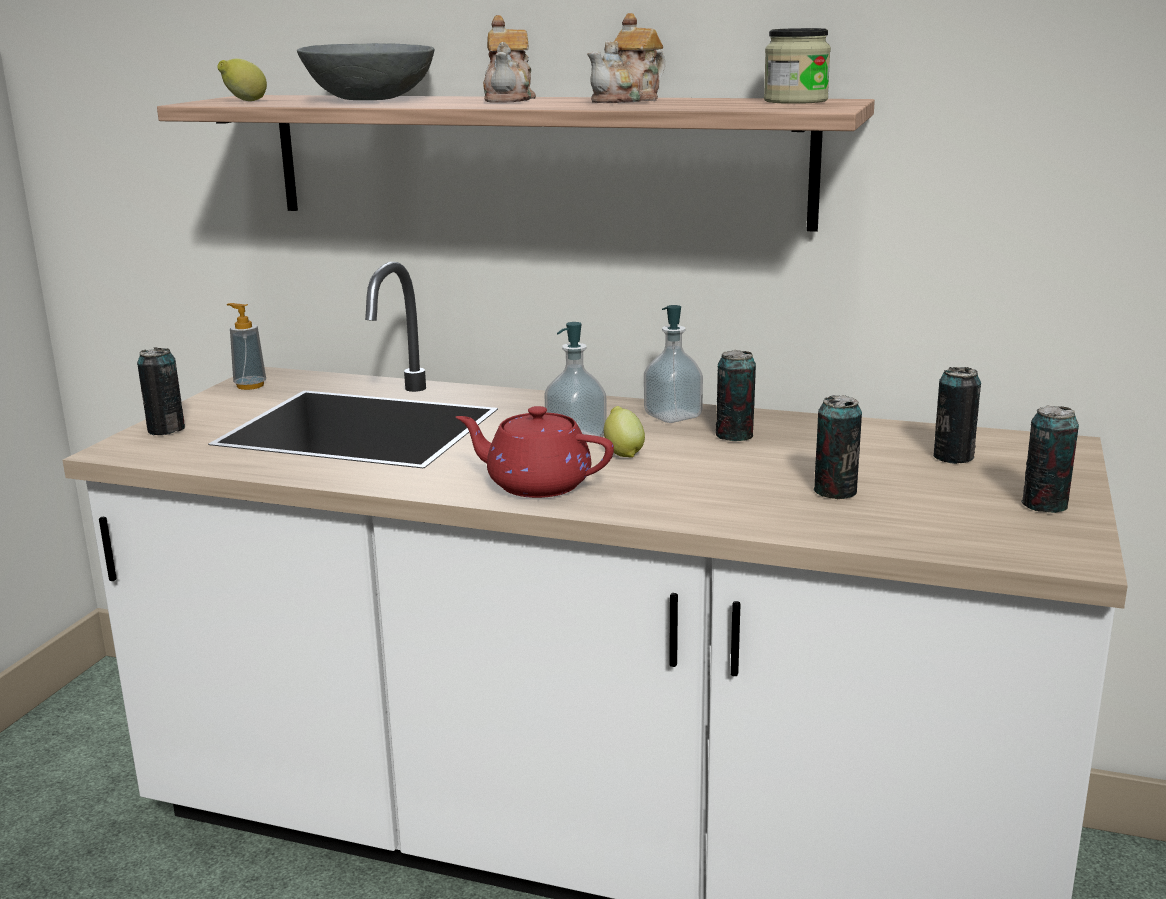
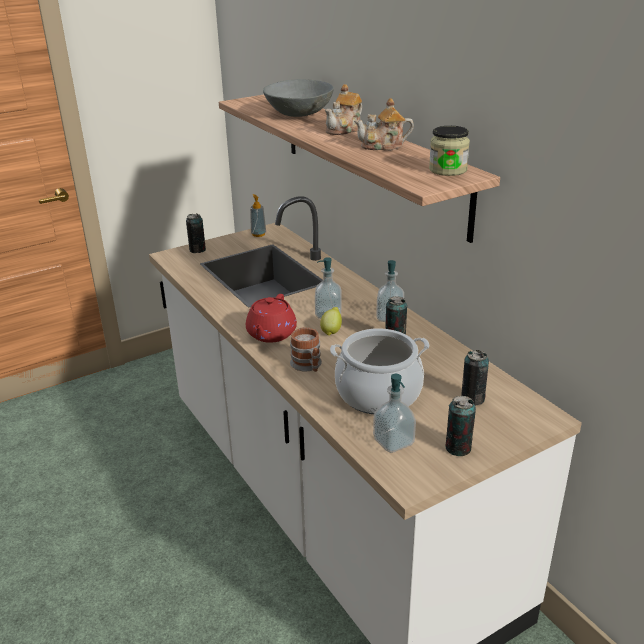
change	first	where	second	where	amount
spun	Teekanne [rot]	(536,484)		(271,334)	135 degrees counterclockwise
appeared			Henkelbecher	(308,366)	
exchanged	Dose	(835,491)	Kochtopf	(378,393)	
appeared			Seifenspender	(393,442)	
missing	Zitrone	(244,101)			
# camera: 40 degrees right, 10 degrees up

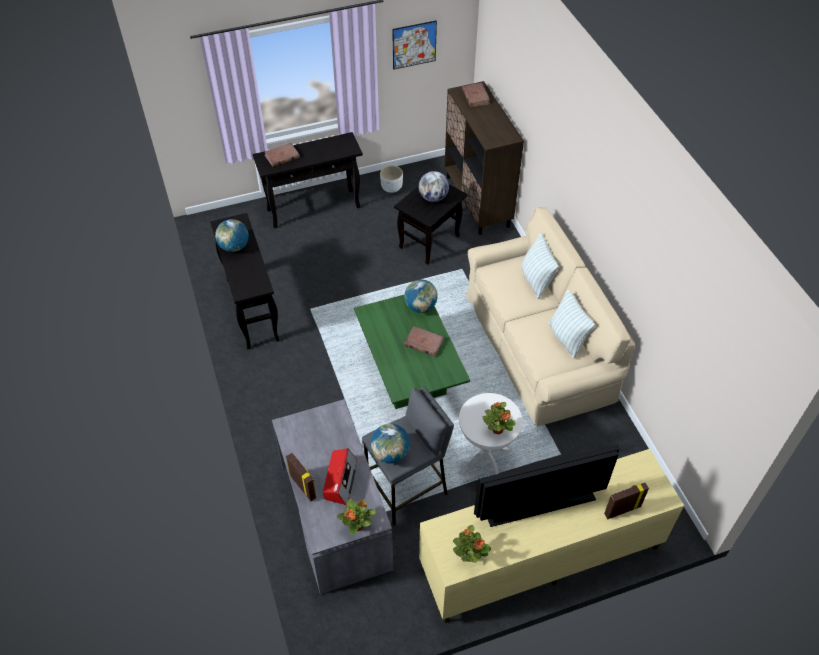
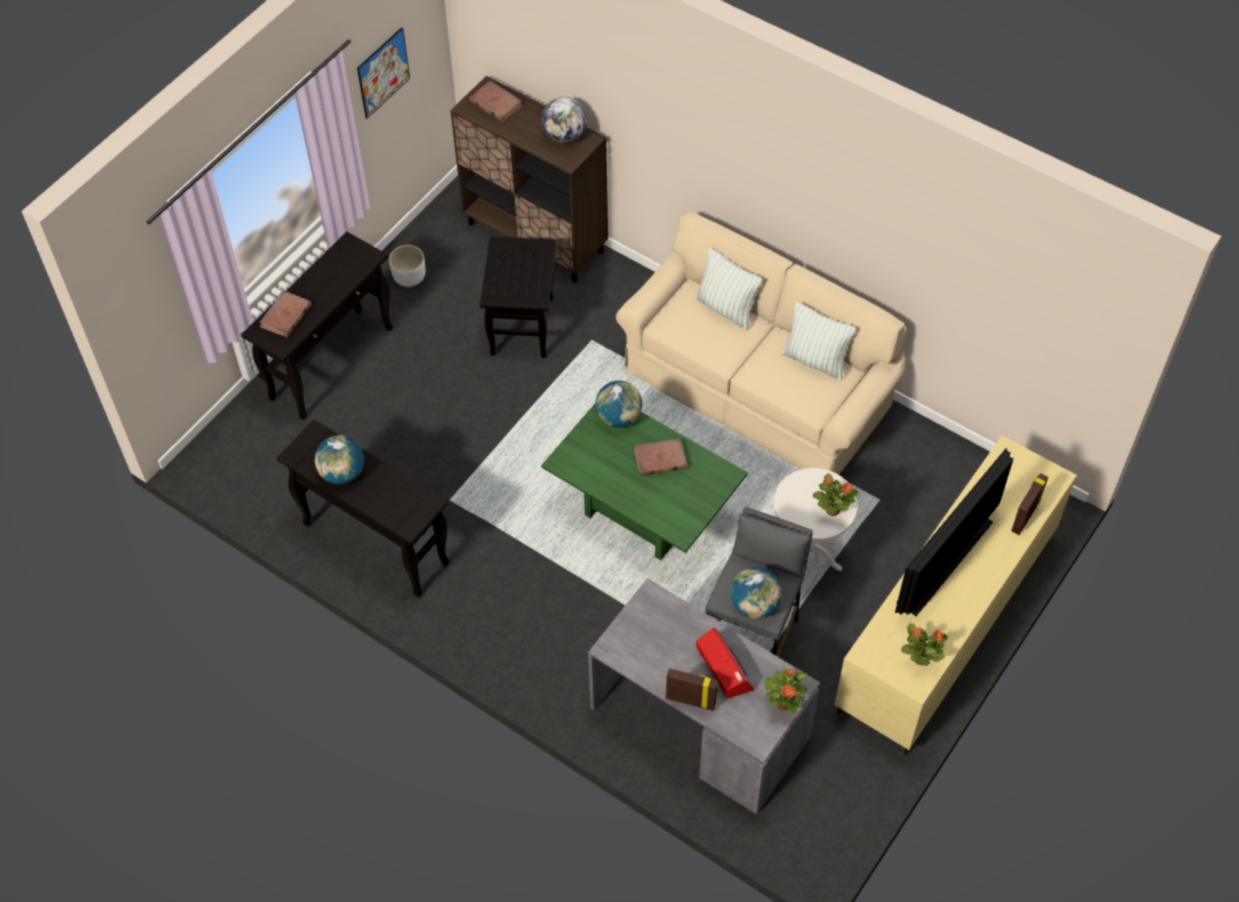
change	first	where	second	where	amount
relocated	Globus	(433,197)		(565,135)	
# camera: 35 degrees left, 5 degrees up

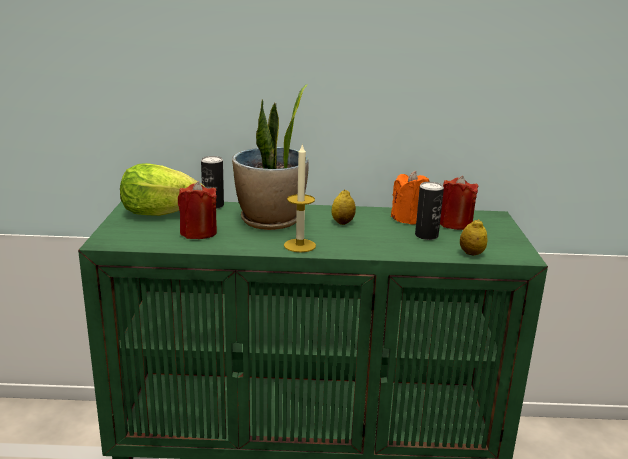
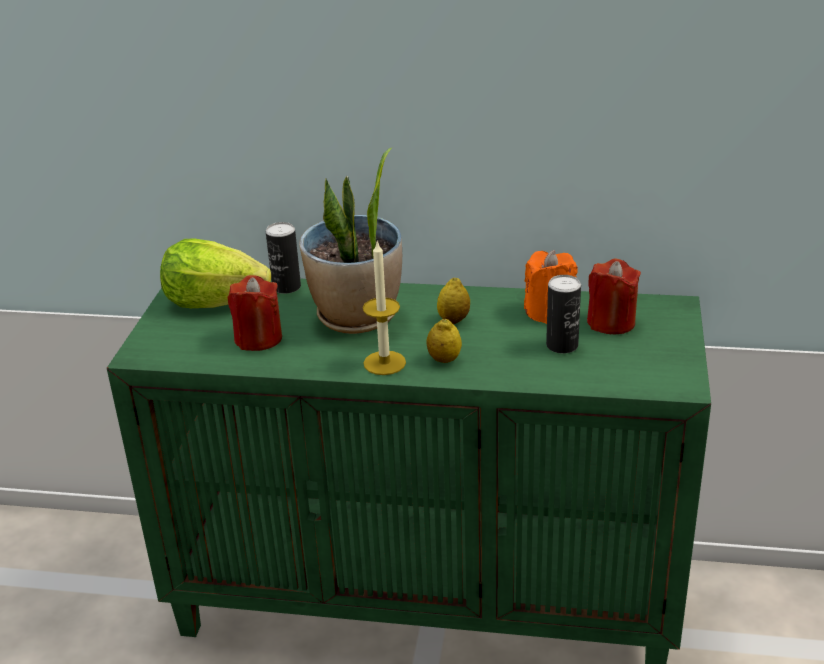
change	first	where	second	where	amount
relocated	Zitrone	(471,254)		(444,359)	
# camera: 10 degrees right, 10 degrees up

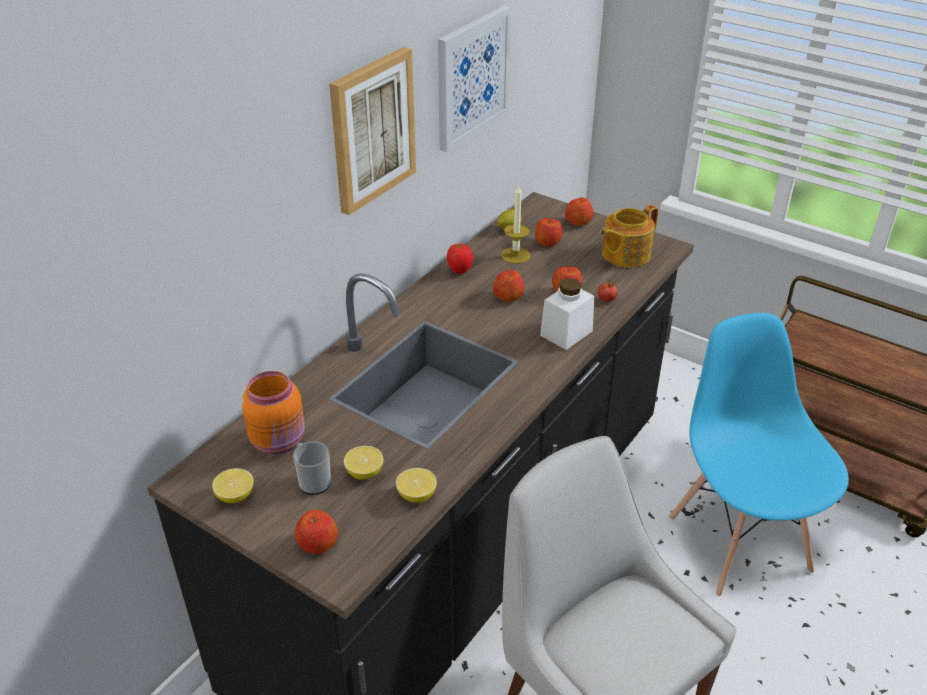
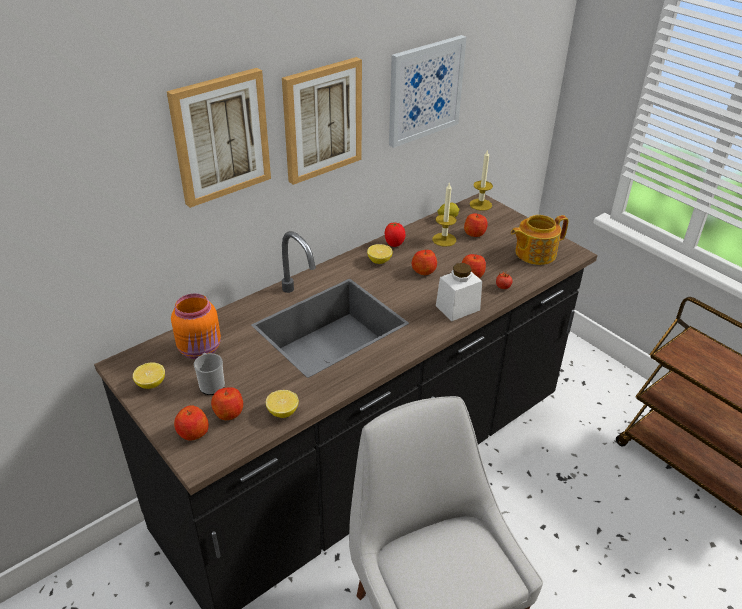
change	first	where	second	where	amount
appeared			Bild	(220,137)	
relocated	Apfel	(578,222)		(228,412)	
relocated	Zitrone	(364,472)		(379,261)	
appeared			Kerze	(480,204)	
missing	Stuhl [blau]	(739,542)			
# camera: 15 degrees right, 0 degrees up

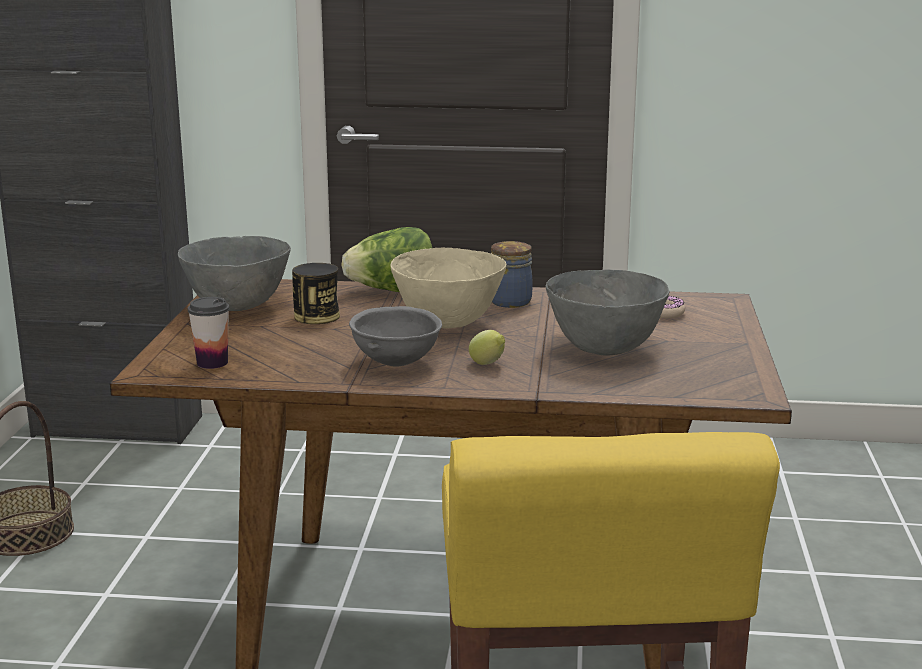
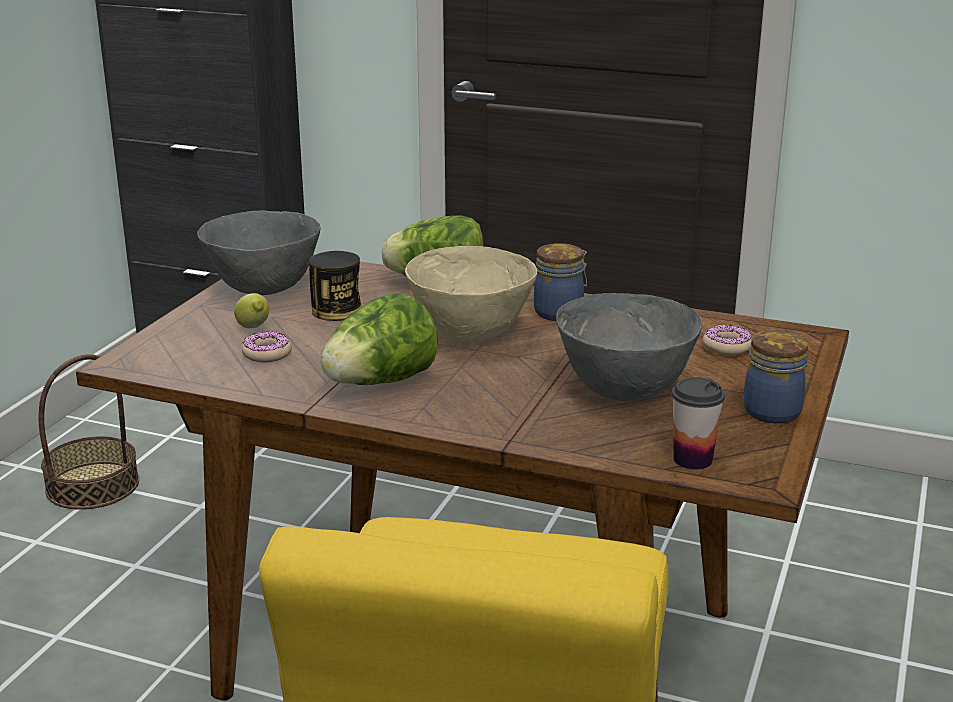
change	first	where	second	where	amount
relocated	Zitrone	(488,364)		(254,328)	
appeared			Donut	(267,354)	
exchanged	Schüssel [grau]	(397,363)	Salatkopf	(380,382)	
relocated	Tasse	(212,363)		(692,459)	
appeared			Vorratsglas	(772,410)	
# camera: 15 degrees right, 5 degrees up

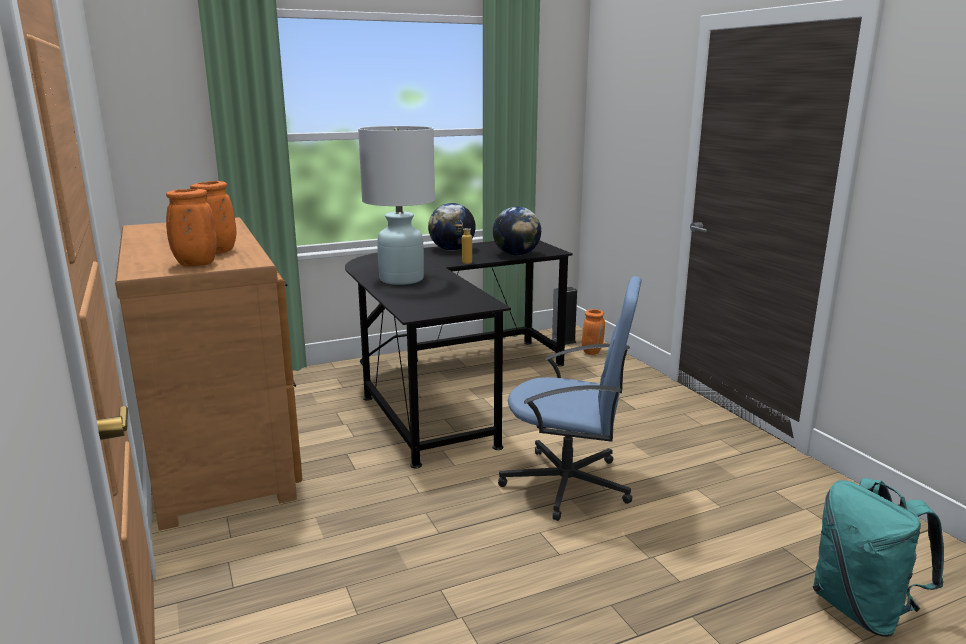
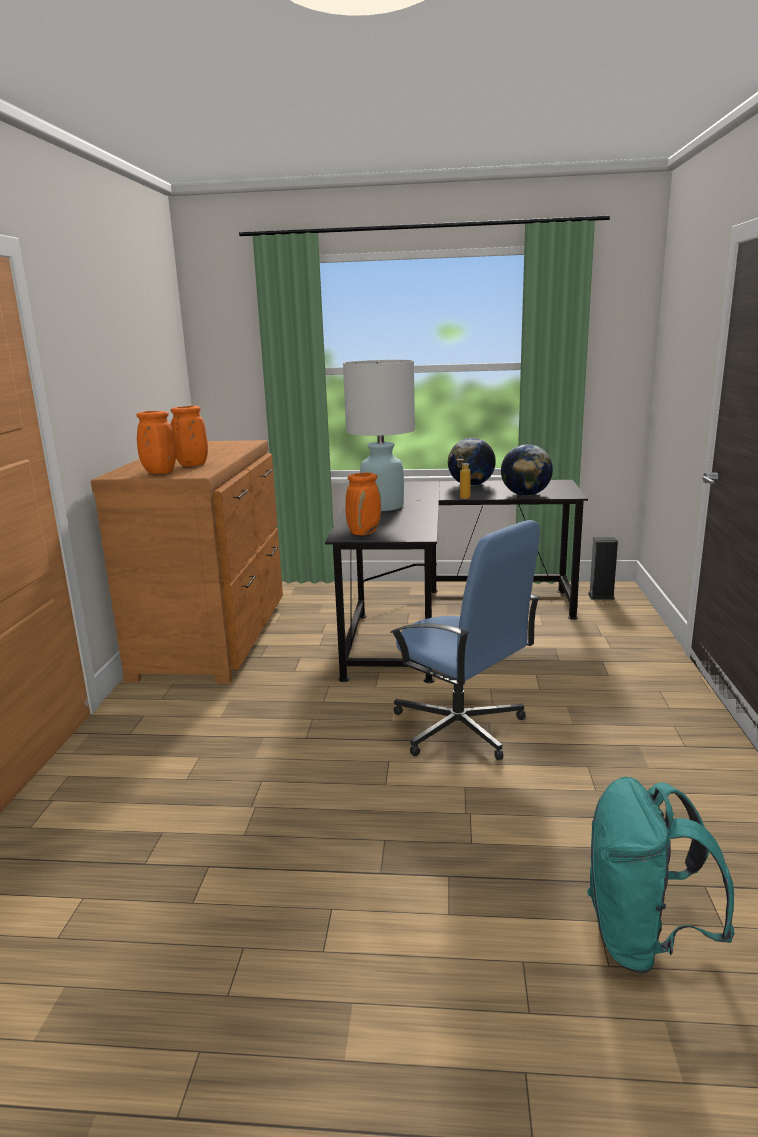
change	first	where	second	where	amount
relocated	Vase [orange]	(591,352)		(364,533)	
# camera: 30 degrees right, 0 degrees up

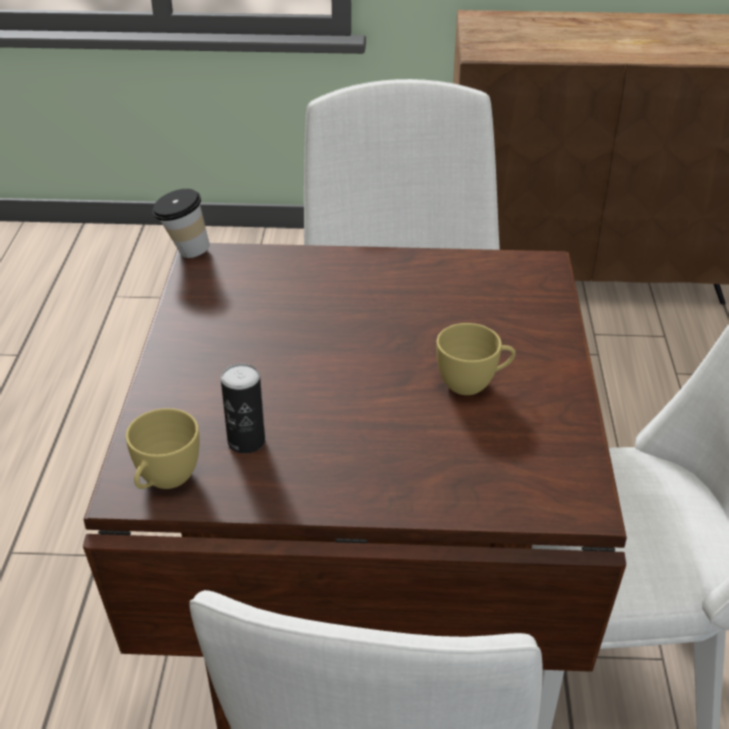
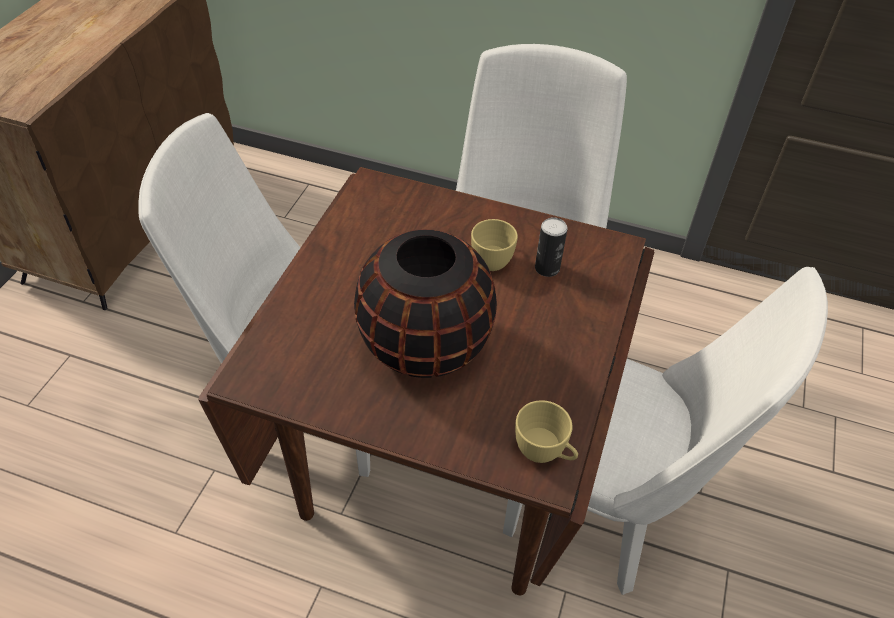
change	first	where	second	where	amount
appeared			Vase [schwarz]	(425,345)	
relocated	Dose	(246,441)		(547,268)	
missing	Tasse	(184,252)			
# camera: 75 degrees left, 10 degrees up

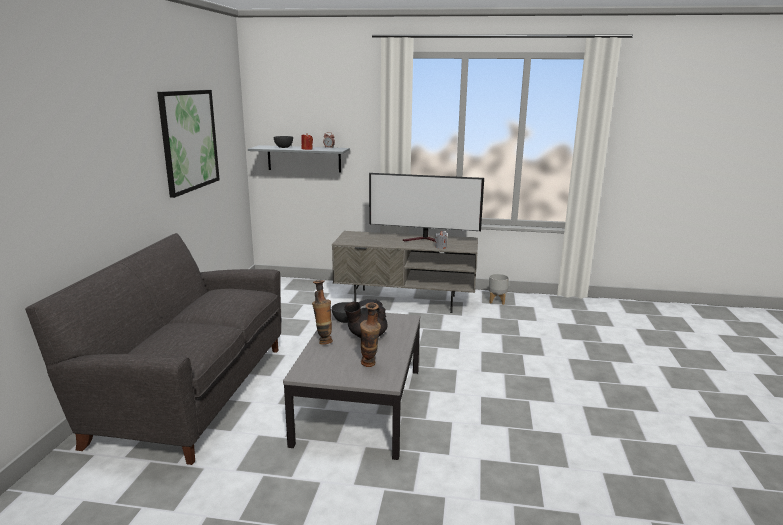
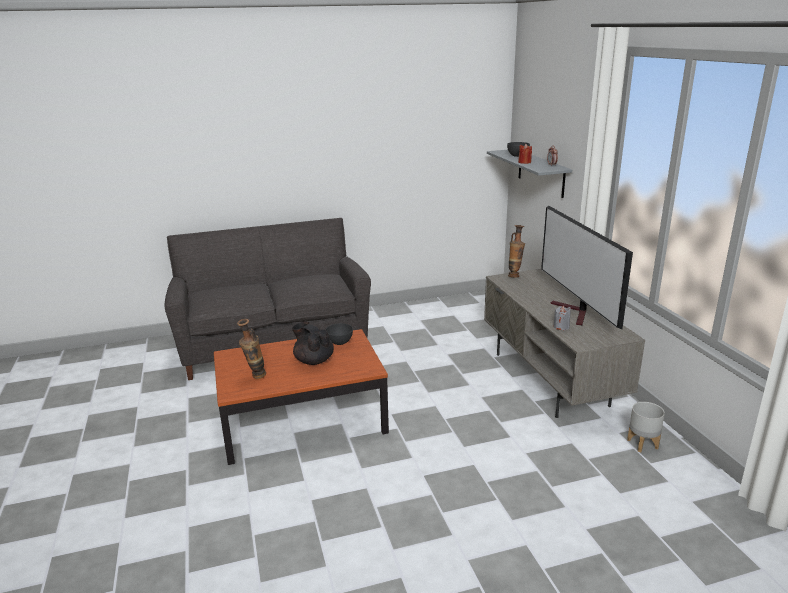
change	first	where	second	where	amount
colour	Couchtisch [grau]	(360,404)	Couchtisch [braun]	(303,420)	
relocated	Vase	(323,341)		(514,275)	
missing	Bild	(189,140)			
# camera: 65 degrees right, 5 degrees up

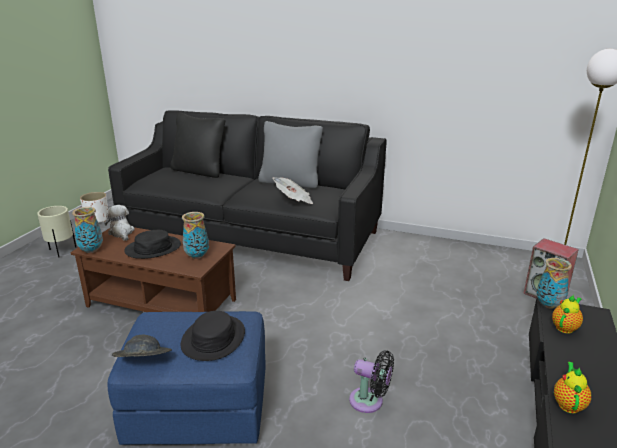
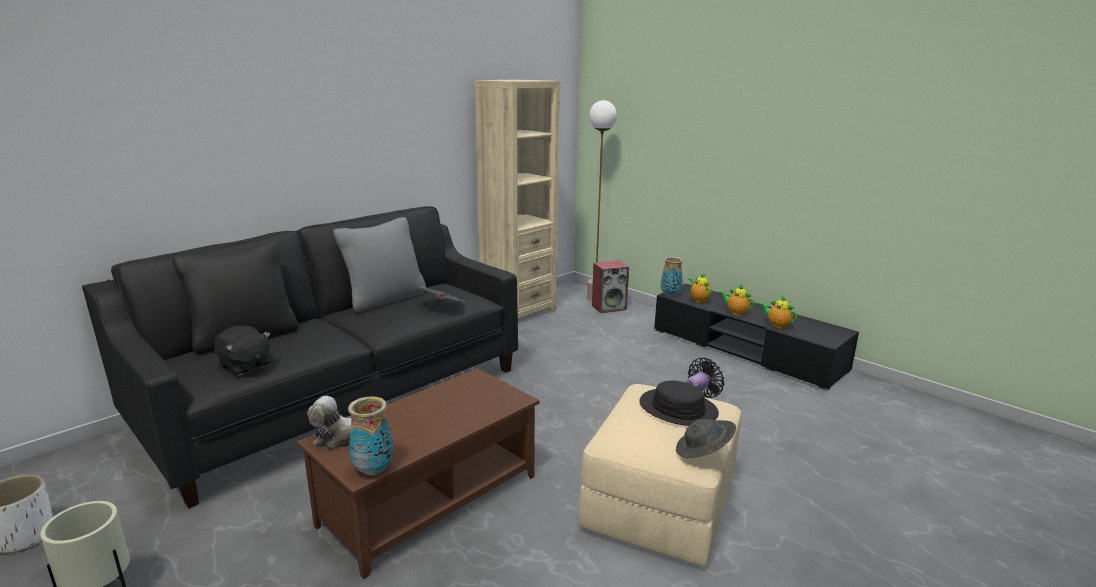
change	first	where	second	where	amount
appeared			Plüschtier [schwarz]	(245,365)	
appeared			Bücherregal [beige]	(518,311)	
colour	Polsterhocker [blau]	(198,406)	Polsterhocker [beige]	(660,505)	
appeared			Teekanne	(736,312)	
missing	Hut [schwarz]	(153,248)			
missing	Vase	(197,256)			
# camera: 65 degrees left, 5 degrees down

